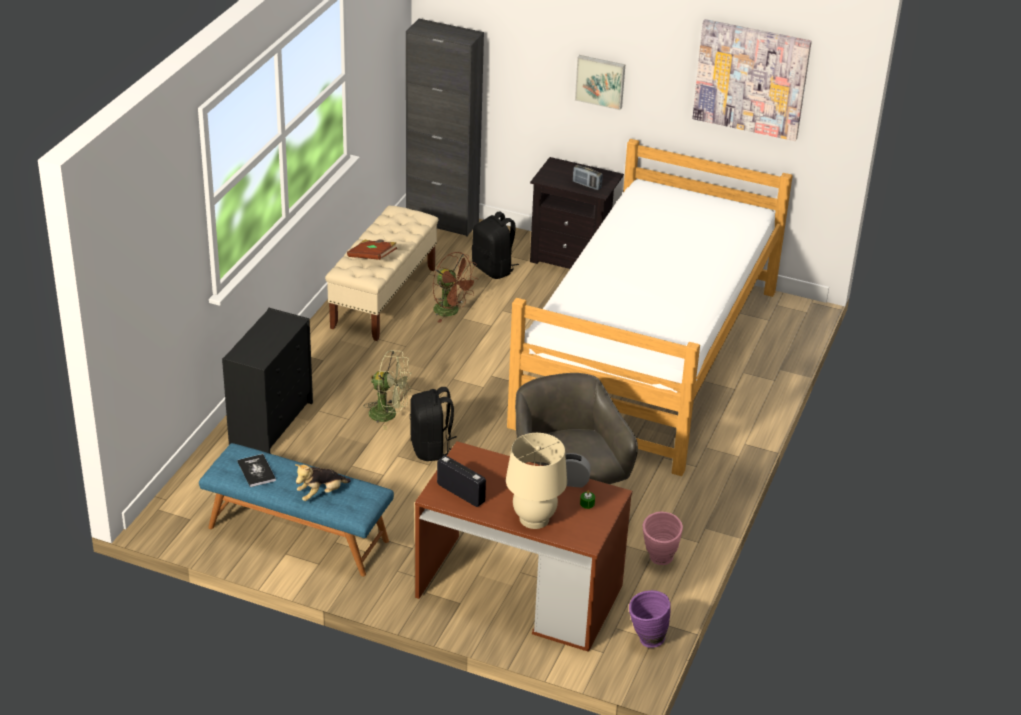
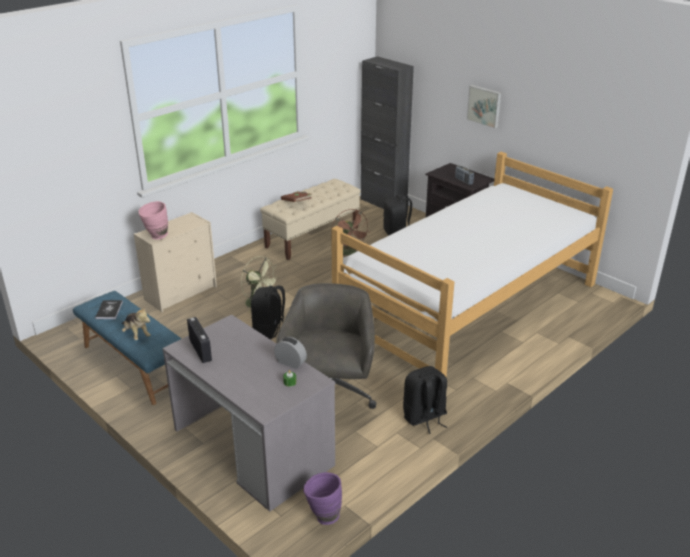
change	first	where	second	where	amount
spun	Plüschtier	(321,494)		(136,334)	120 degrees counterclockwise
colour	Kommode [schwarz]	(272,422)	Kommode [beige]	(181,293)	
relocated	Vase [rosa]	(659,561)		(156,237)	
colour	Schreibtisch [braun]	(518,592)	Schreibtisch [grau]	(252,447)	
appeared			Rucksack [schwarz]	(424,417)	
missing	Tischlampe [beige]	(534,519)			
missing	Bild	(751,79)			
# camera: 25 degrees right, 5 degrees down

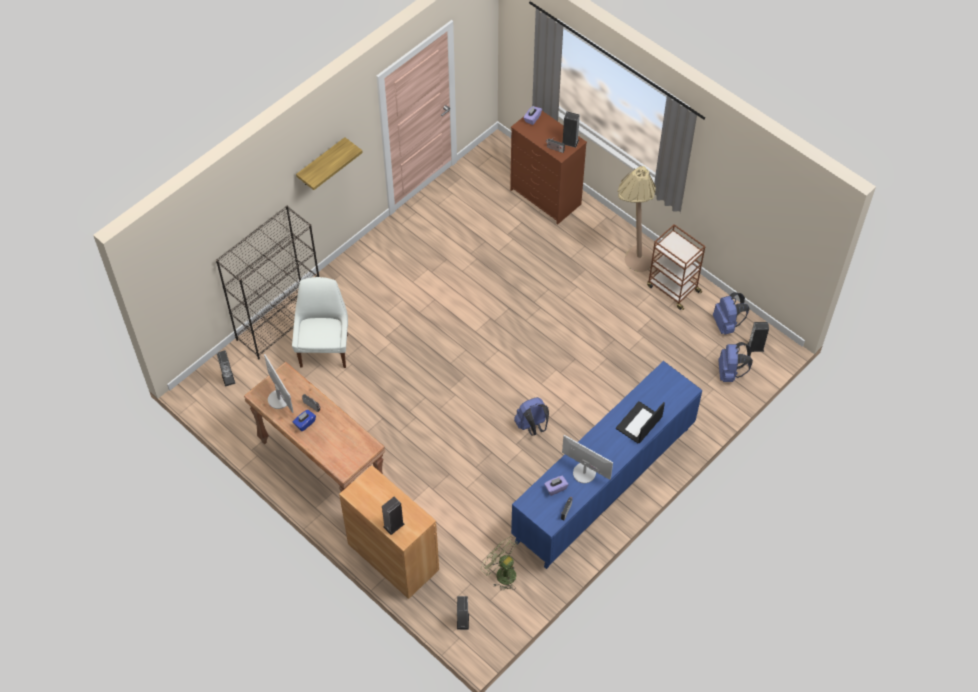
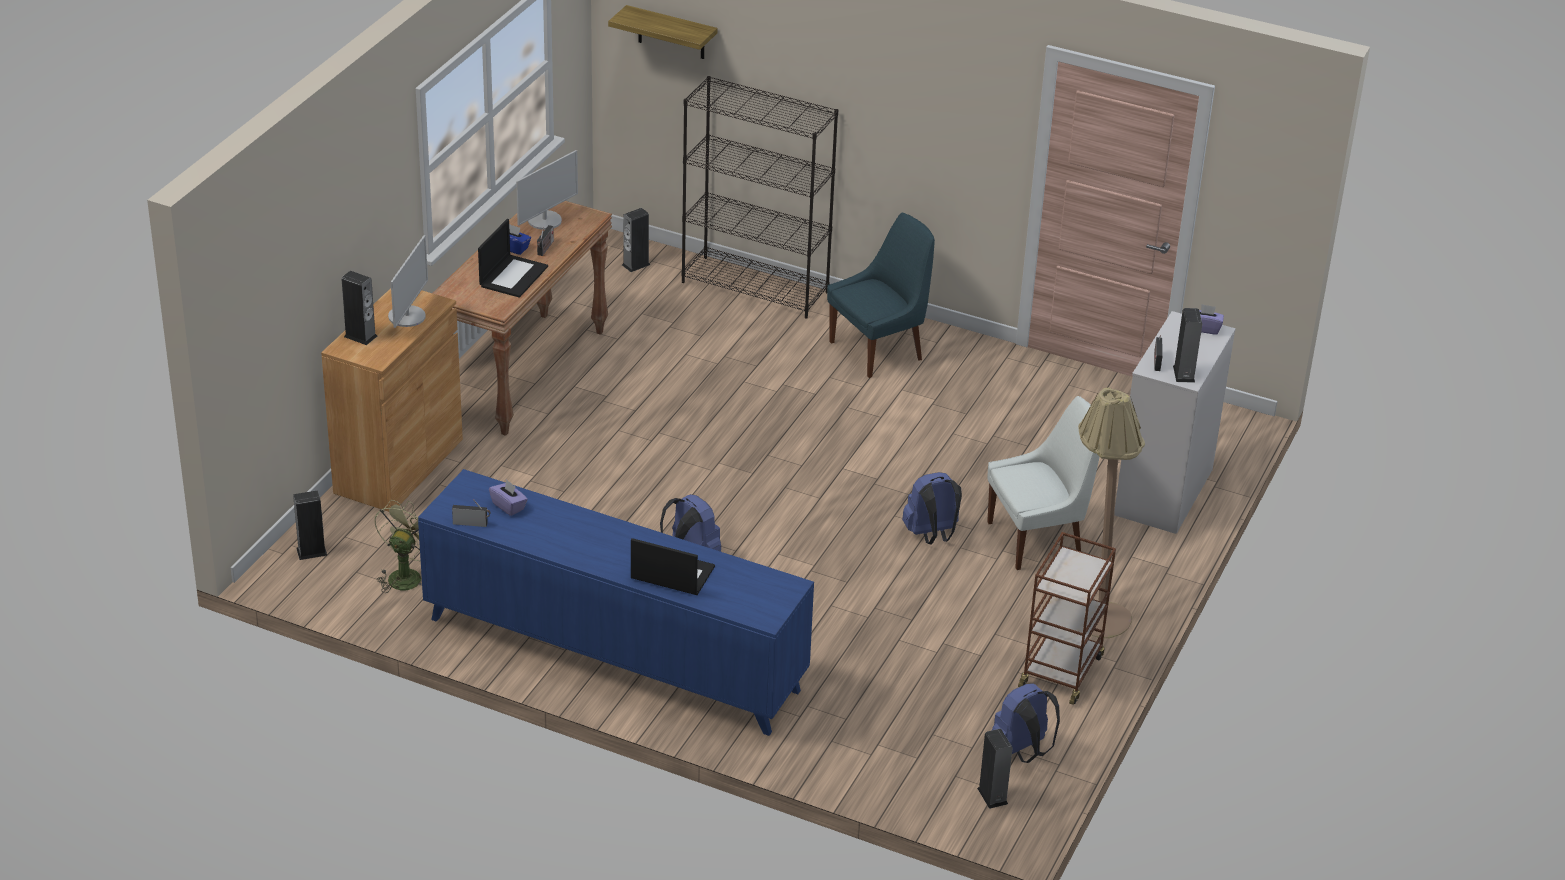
change	first	where	second	where	amount
relocated	Monitor	(584,472)		(407,316)	
appeared			Laptop	(513,276)	
relocated	Wandregal	(321,163)		(671,33)	
appeared			Stuhl [blau]	(879,350)	
relocated	Rucksack [blau]	(730,373)		(932,535)	
relocated	Stuhl [weiß]	(324,348)		(1038,539)	
colour	Kommode [braun]	(546,197)	Kommode [weiß]	(1163,493)	
# camera: 70 degrees right, 20 degrees down

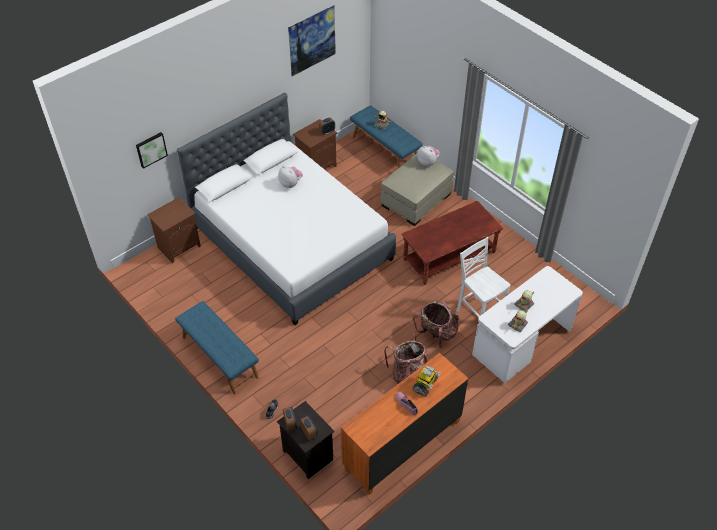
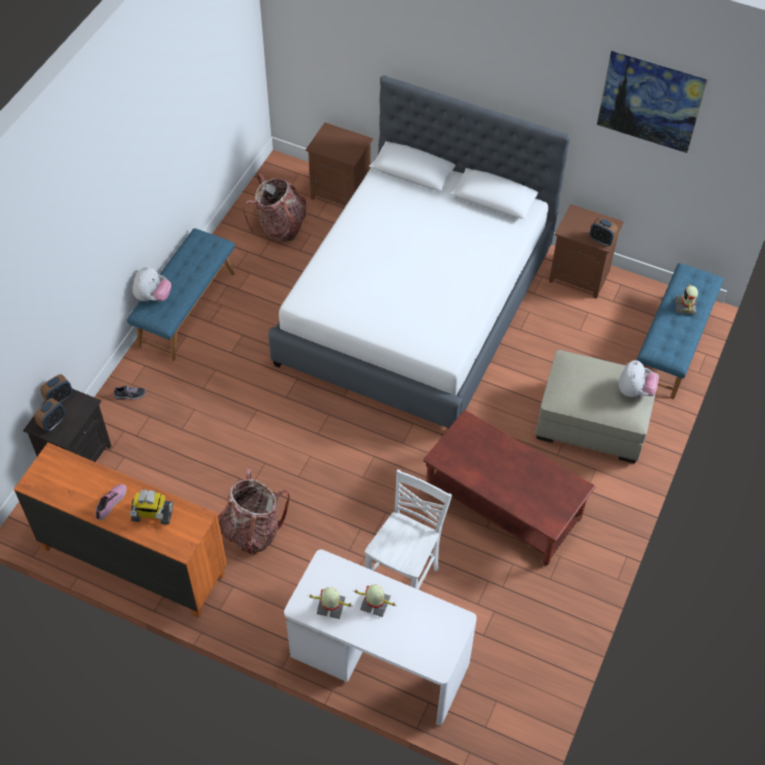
change	first	where	second	where	amount
relocated	Plüschtier	(291,184)		(153,297)	
relocated	Rucksack	(437,333)		(280,227)	
missing	Bild	(151,149)			
# camera: 65 degrees right, 5 degrees up

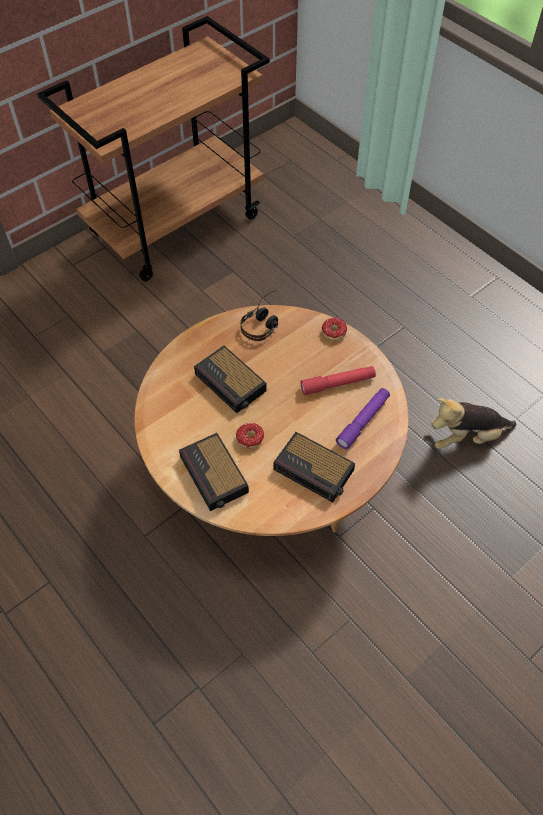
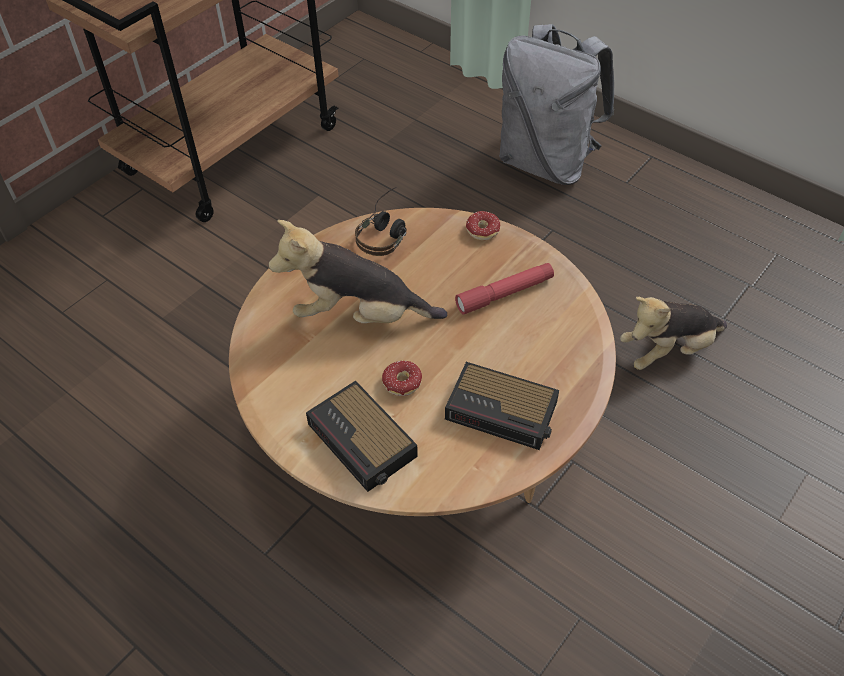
change	first	where	second	where	amount
exchanged	Wecker	(231,383)	Plüschtier	(359,315)	
appeared			Rucksack [grau]	(547,162)	
missing	Taschenlampe [lila]	(363,421)			
# camera: 10 degrees left, 5 degrees down

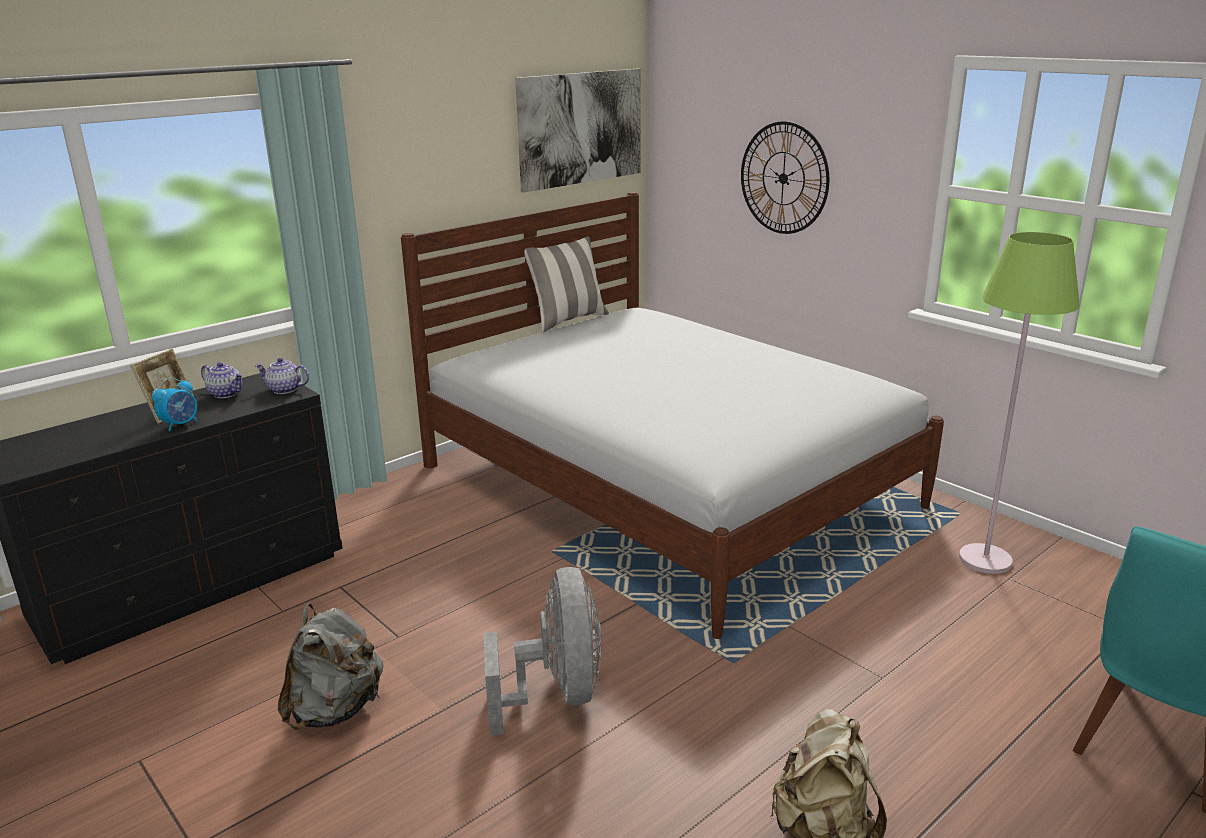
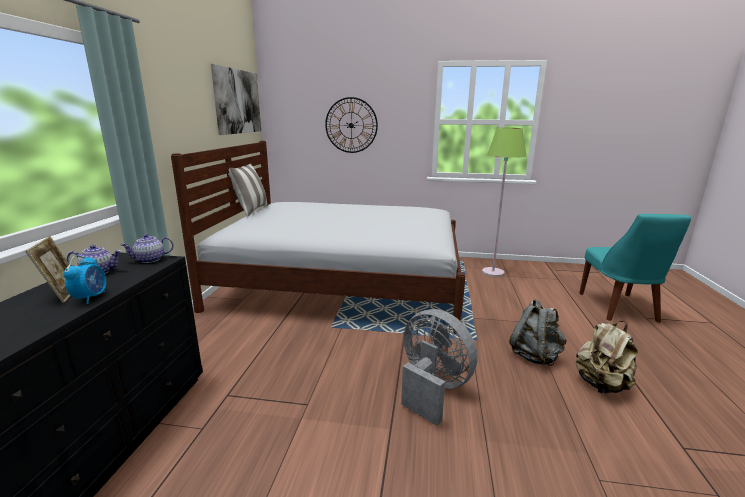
change	first	where	second	where	amount
relocated	Rucksack [grau]	(335,710)		(535,356)	
# camera: 40 degrees left, 5 degrees down

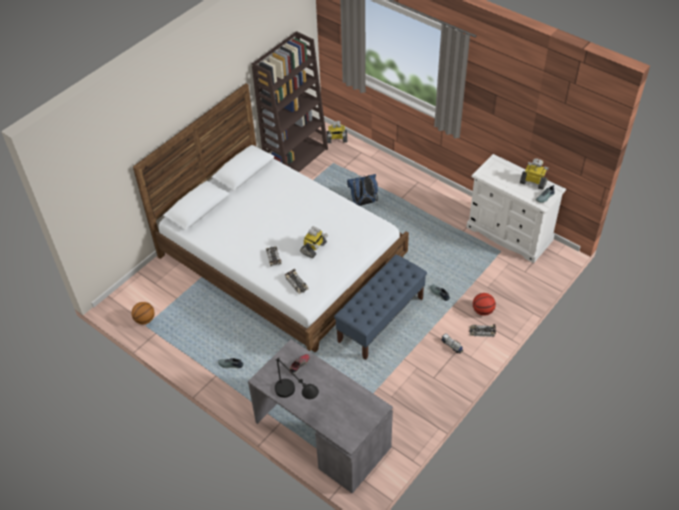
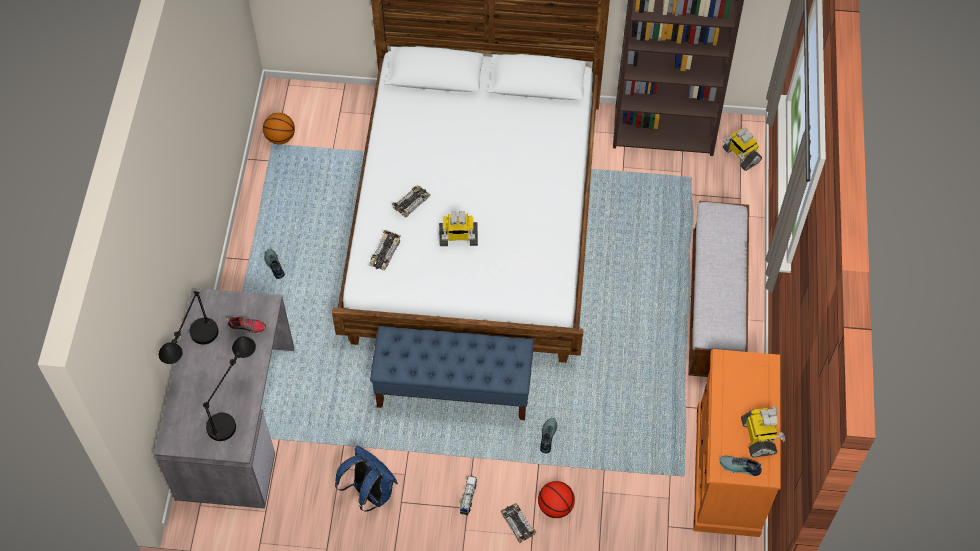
change	first	where	second	where	amount
appeared			Tischlampe [schwarz]	(234,406)	
relocated	Rucksack [blau]	(363,203)		(370,492)	
appeared			Bank	(714,306)	
colour	Kommode [weiß]	(509,234)	Kommode [orange]	(727,471)	
# camera: 55 degrees right, 10 degrees up

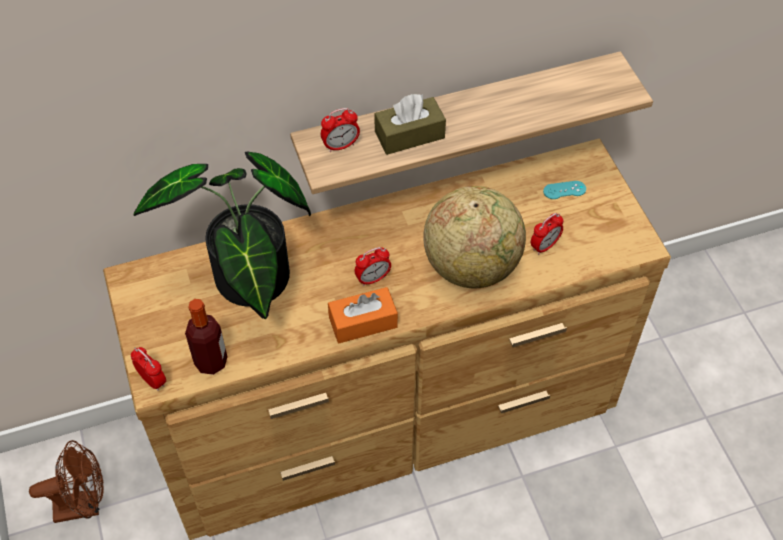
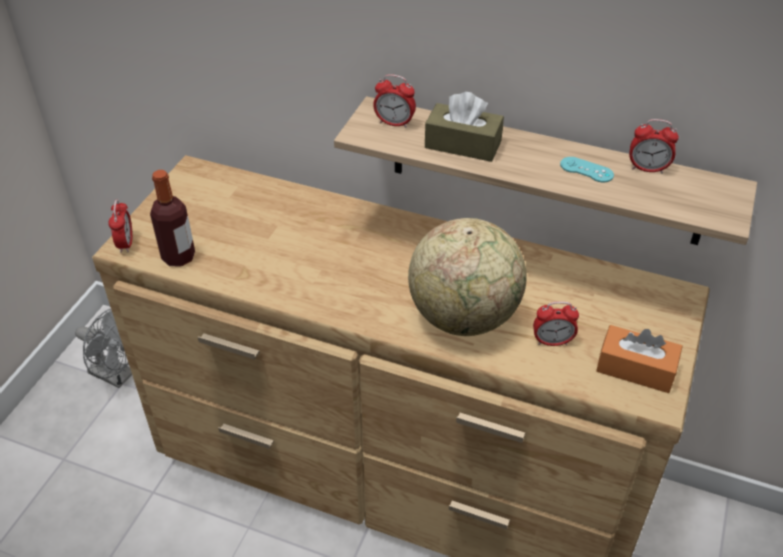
change	first	where	second	where	amount
colour	Ventilator [braun]	(84,505)	Ventilator [grau]	(117,375)	
relocated	Gamepad [türkis]	(564,190)		(586,170)	
relocated	Taschentuchbox [orange]	(363,322)		(635,368)	
relocated	Wecker	(373,279)		(647,169)	
missing	Topfpflanze	(248,285)			
# camera: 40 degrees right, 10 degrees down

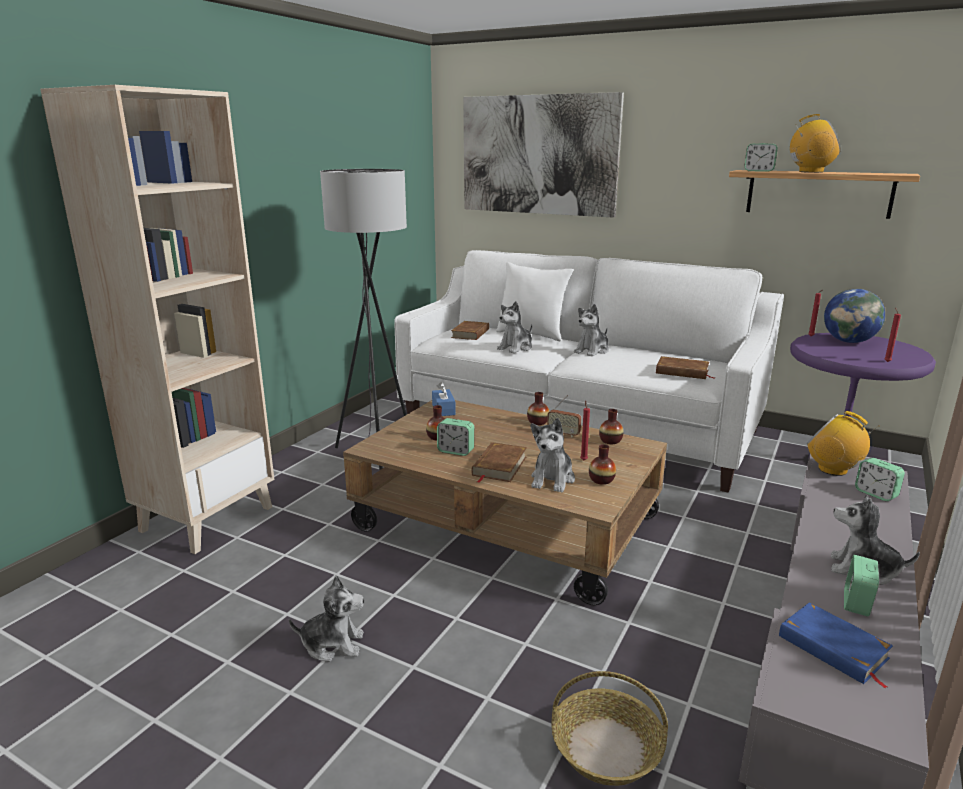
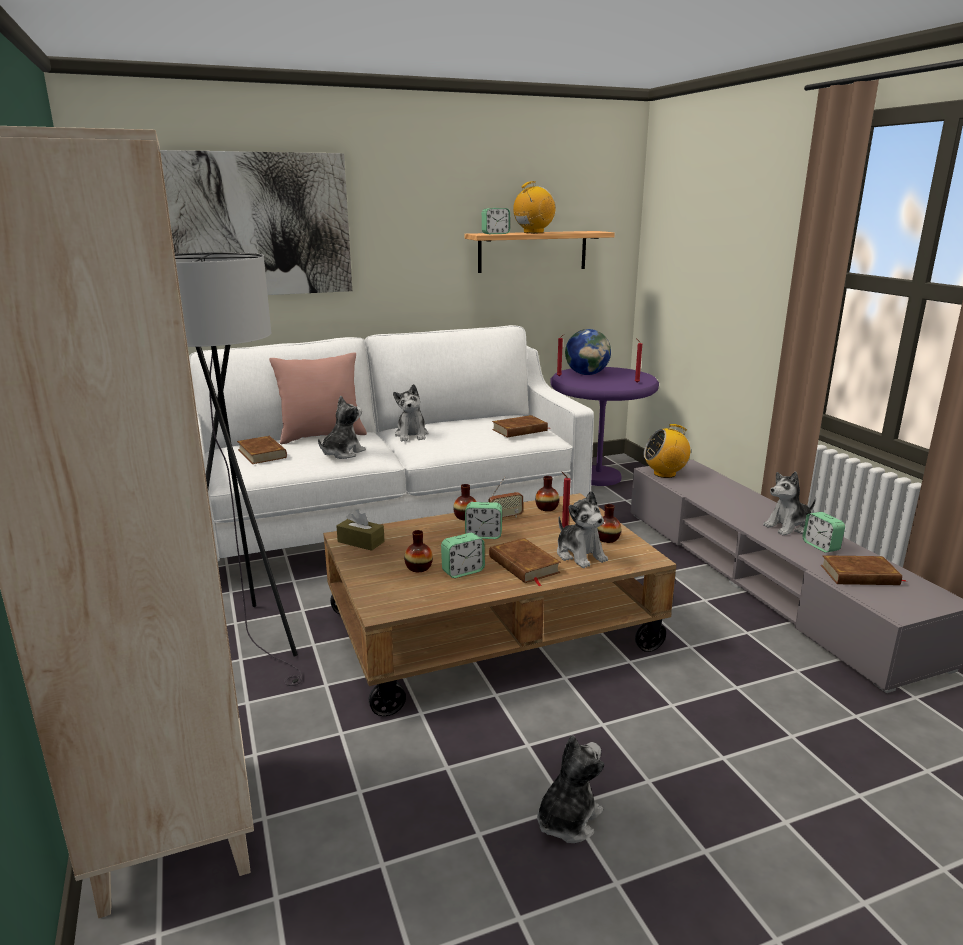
change	first	where	second	where	amount
colour	Kissen [weiß]	(532,334)	Kissen [rosa]	(322,436)	
spun	Plüschtier	(516,348)		(342,453)	135 degrees counterclockwise
colour	Taschentuchbox [blau]	(443,409)	Taschentuchbox [braun]	(361,542)	
relocated	Wecker	(876,494)		(483,535)	
colour	Buch [blau]	(833,648)	Buch [braun]	(860,575)	
missing	Korb	(607,748)			
# camera: 50 degrees left, 0 degrees up

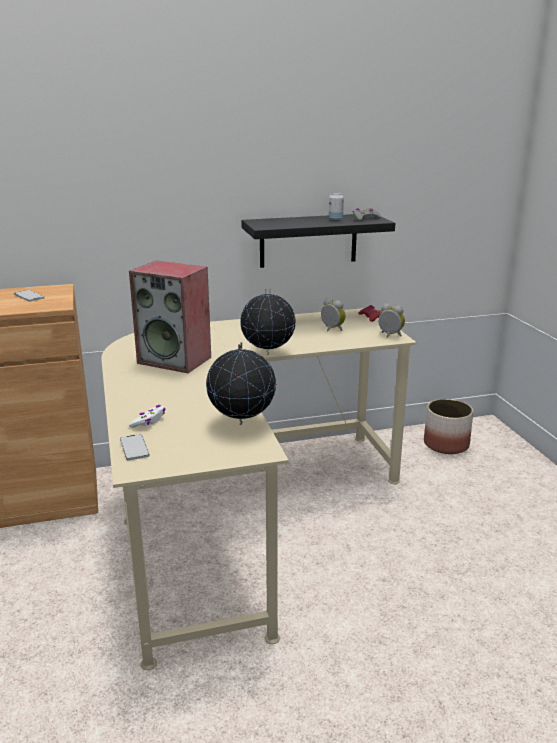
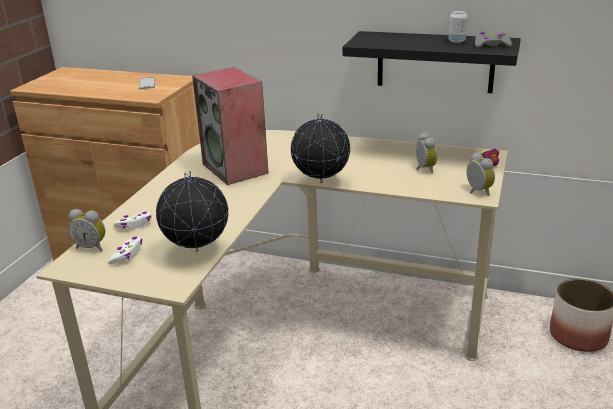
change	first	where	second	where	amount
exchanged	Handy	(134,448)	Wecker	(92,247)	
appeared			Gamepad [weiß]	(127,254)	
# camera: 35 degrees right, 5 degrees up

